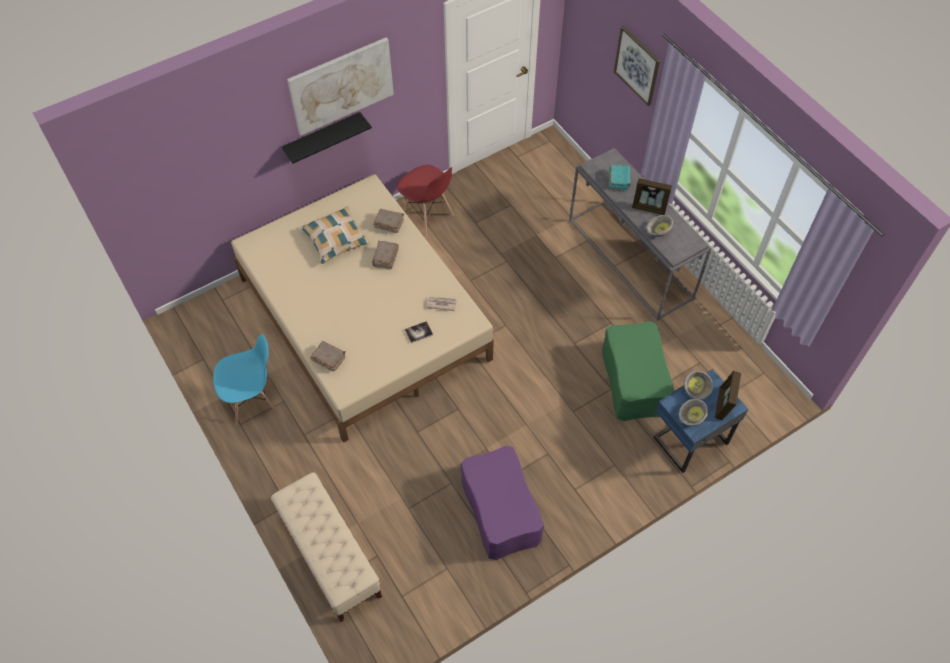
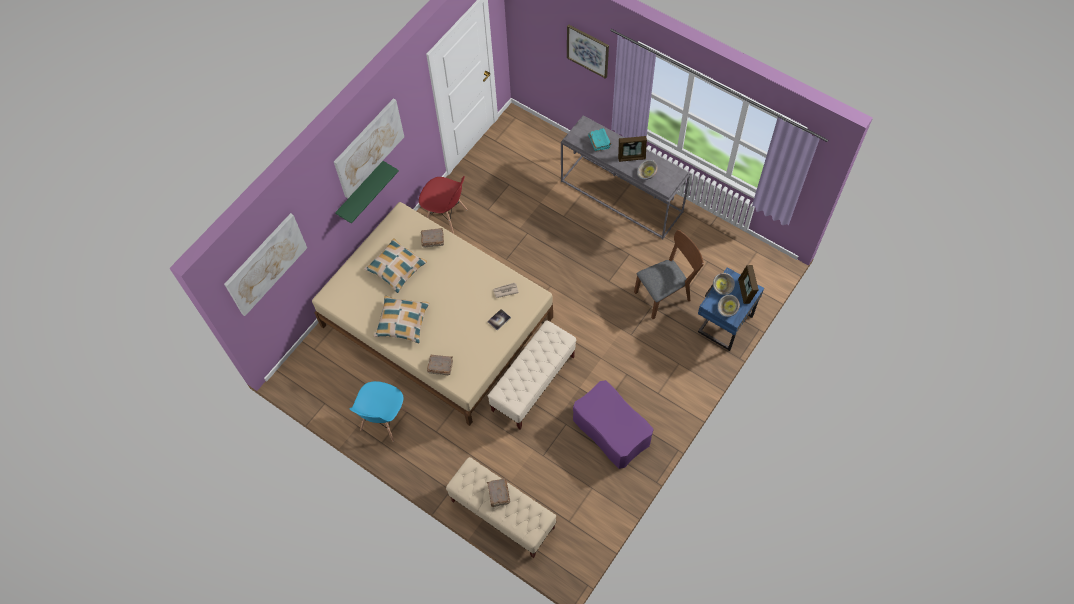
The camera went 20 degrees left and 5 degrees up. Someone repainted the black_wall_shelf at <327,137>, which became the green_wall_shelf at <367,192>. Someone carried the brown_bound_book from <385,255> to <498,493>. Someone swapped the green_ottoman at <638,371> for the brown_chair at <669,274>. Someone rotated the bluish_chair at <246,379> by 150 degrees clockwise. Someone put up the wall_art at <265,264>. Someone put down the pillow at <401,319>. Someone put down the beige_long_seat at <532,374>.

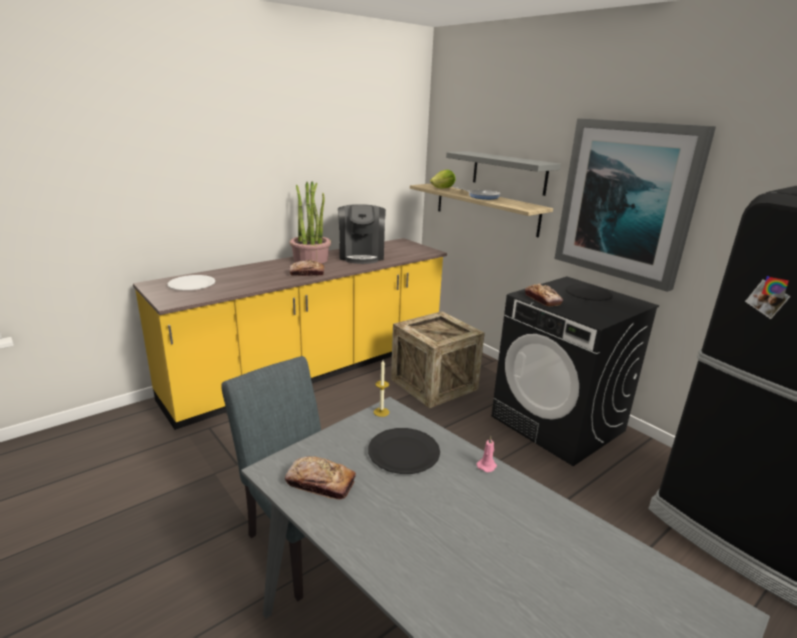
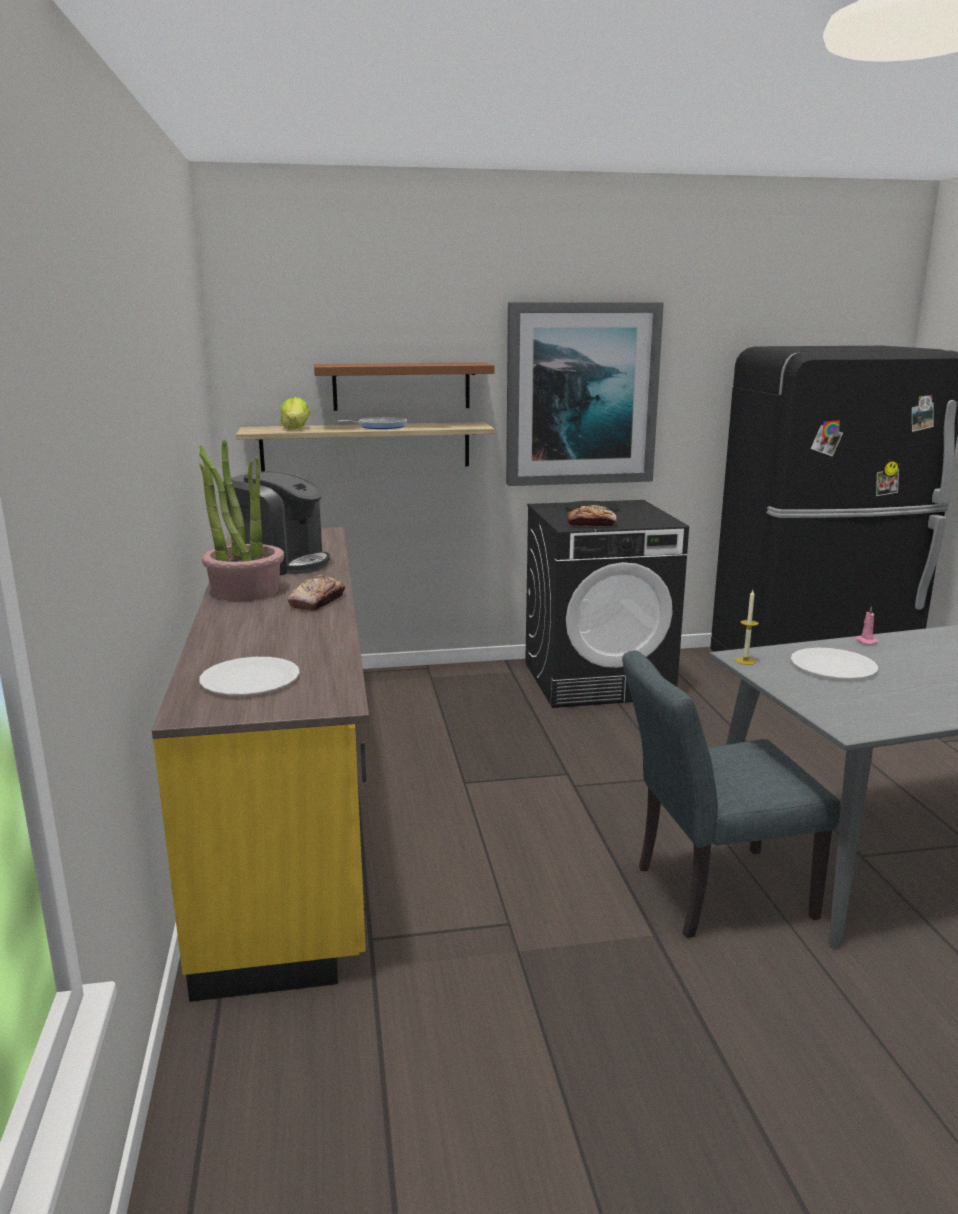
The camera went 60 degrees left and 5 degrees down. Someone repainted the grey_wall_shelf at <503,173>, which became the brown_wall_shelf at <404,386>. Someone took away the shipping_crate at <438,359>. Someone repainted the black_flat_dish at <404,451>, which became the white-coloured_flat_dish at <834,663>. Someone took away the bread at <320,478>.

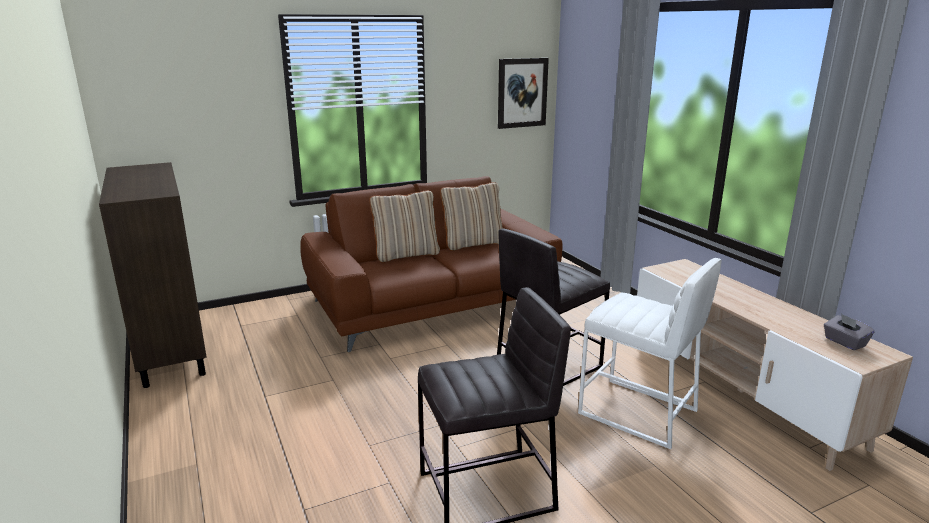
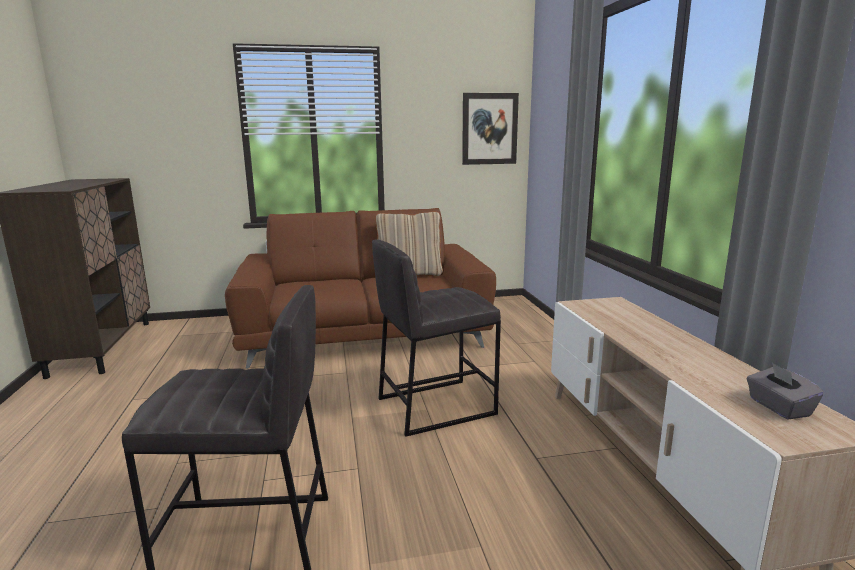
The camera went 15 degrees right and 5 degrees down. Someone took away the beige_pillow at <405,226>. Someone took away the white-coloured_sitting_stool at <650,353>.

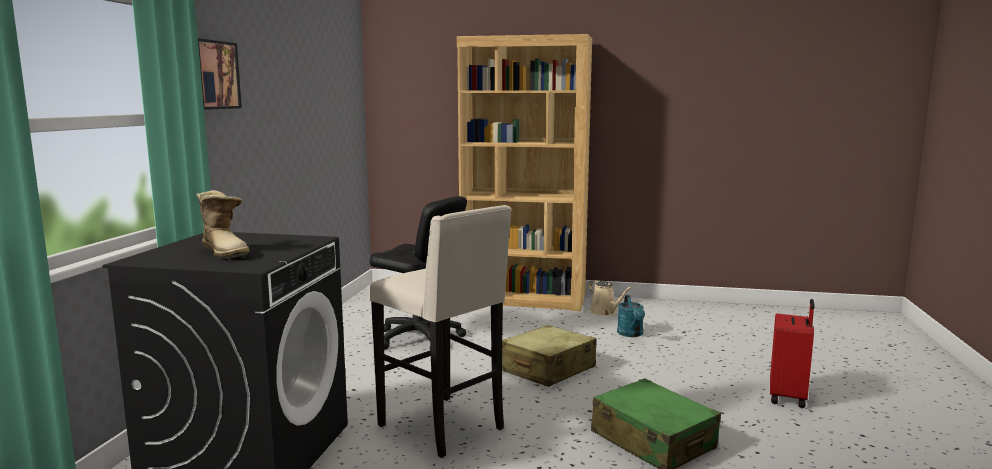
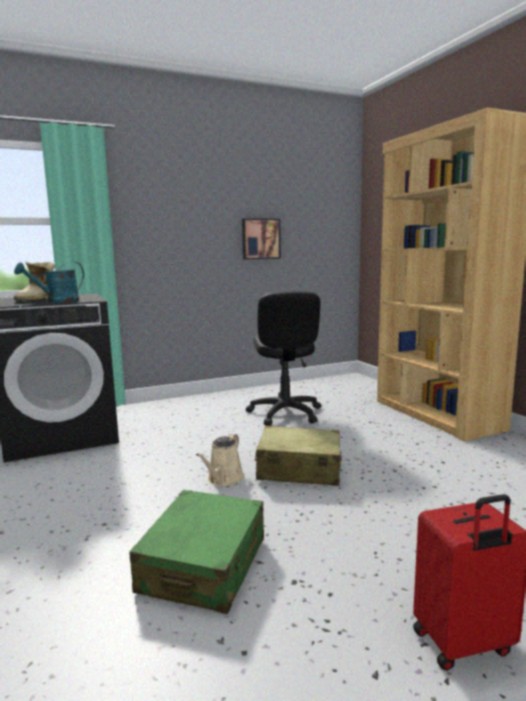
The camera went 55 degrees right and 0 degrees up. Someone carried the wall_art from <220,74> to <261,238>. Someone took away the beige_sitting_stool at <441,331>. Someone carried the beige_sprinkling_can from <610,298> to <220,460>. Someone carried the turquoise_sprinkling_can from <631,316> to <49,282>.

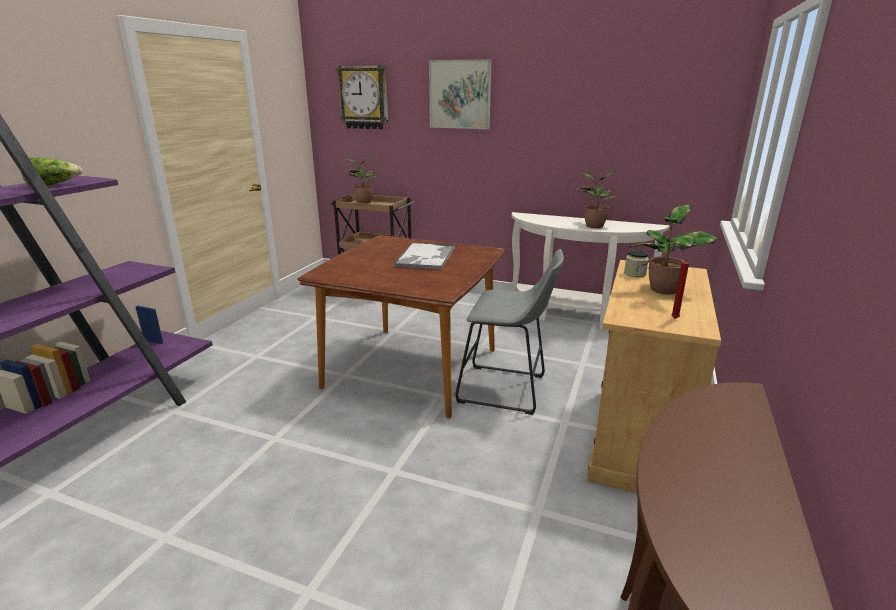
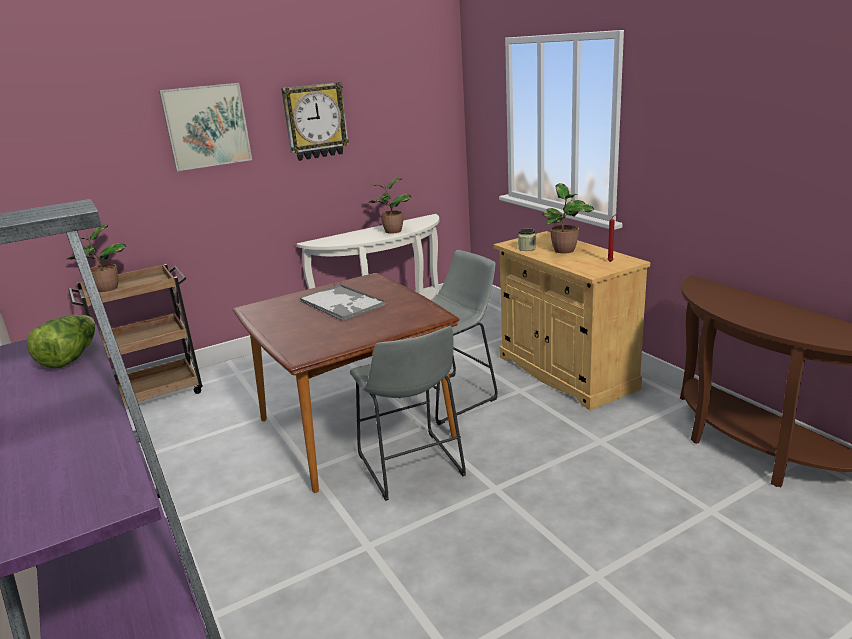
The camera went 50 degrees left and 0 degrees up. Someone carried the clock_on_the_wall from <362,97> to <315,121>. Someone put down the grey_sitting_stool at <408,413>.

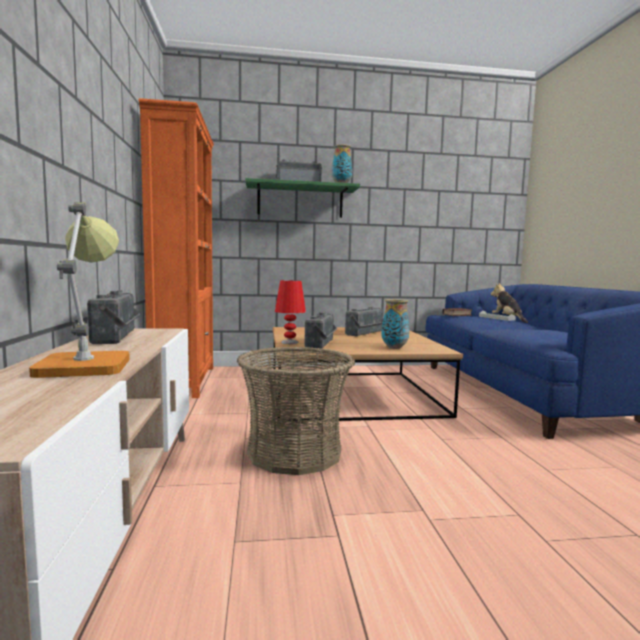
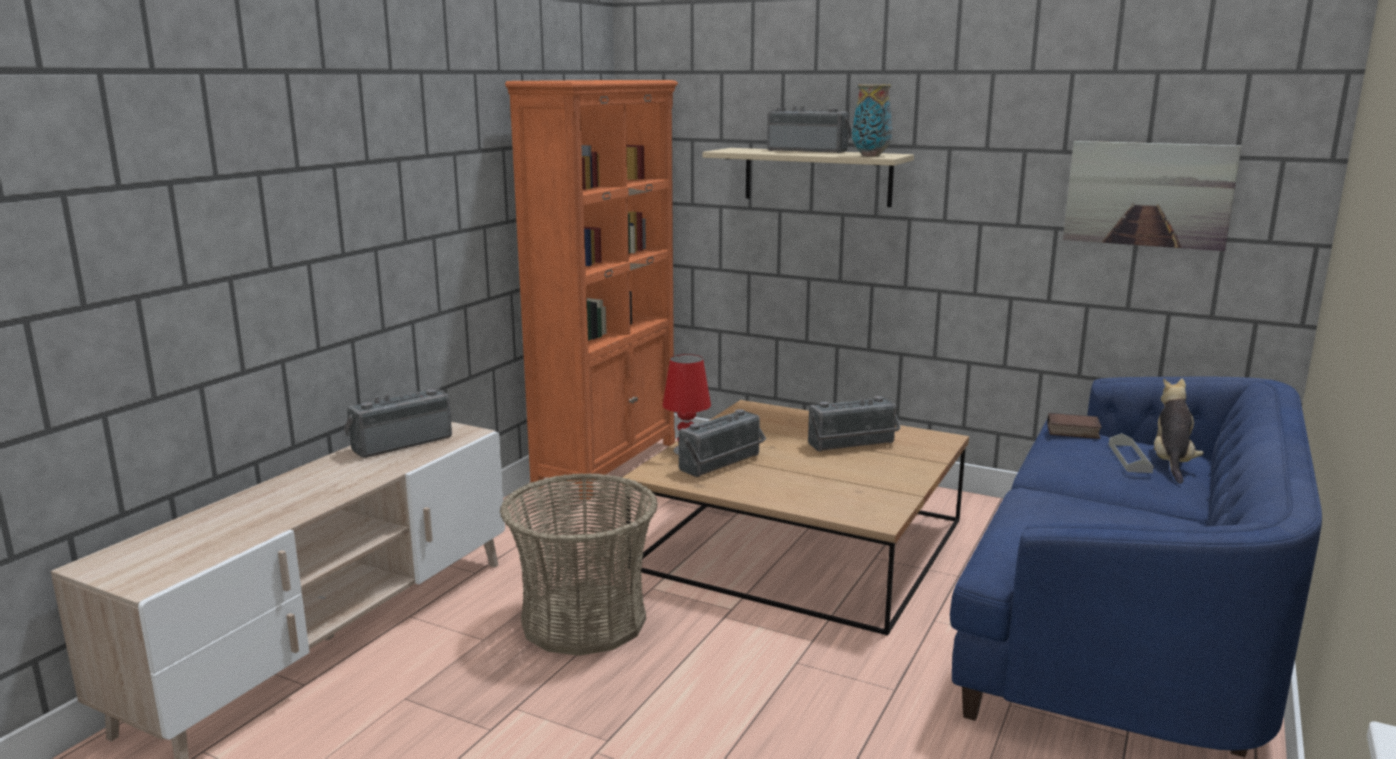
The camera went 35 degrees right and 10 degrees up. Someone repainted the green_wall_shelf at <302,198>, which became the beige_wall_shelf at <808,177>. Someone took away the table_lamp at <79,290>. Someone rotated the radio_receiver at <113,317> by 150 degrees counterclockwise. Someone took away the vase at <395,324>. Someone put up the wall_art at <1152,196>.

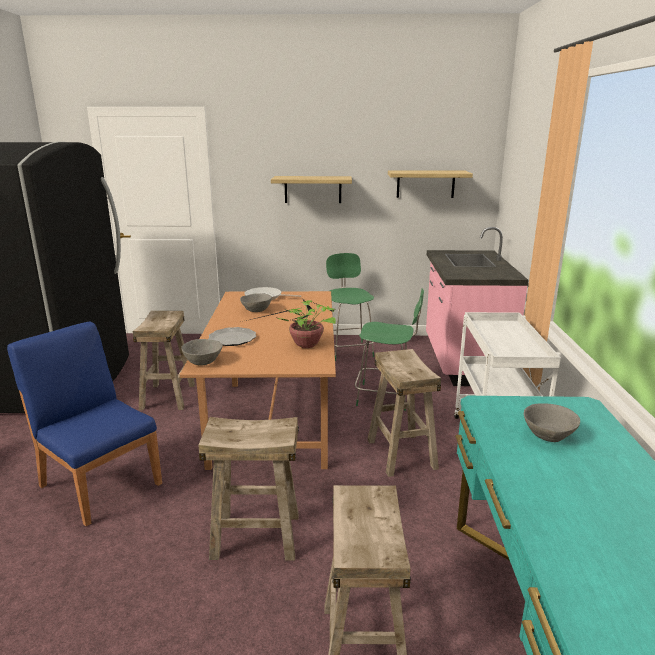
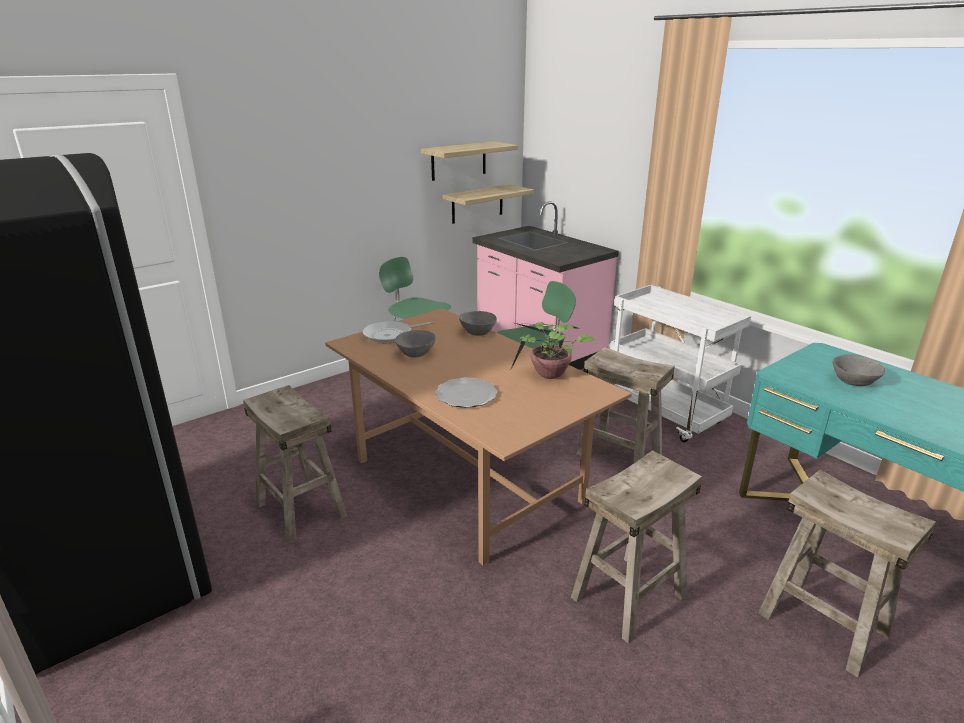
The camera went 40 degrees left and 5 degrees up. Someone carried the wall_shelf from <311,189> to <488,204>. Someone took away the bluish_chair at <84,424>. Someone carried the grey_serving_bowl from <202,352> to <478,323>.

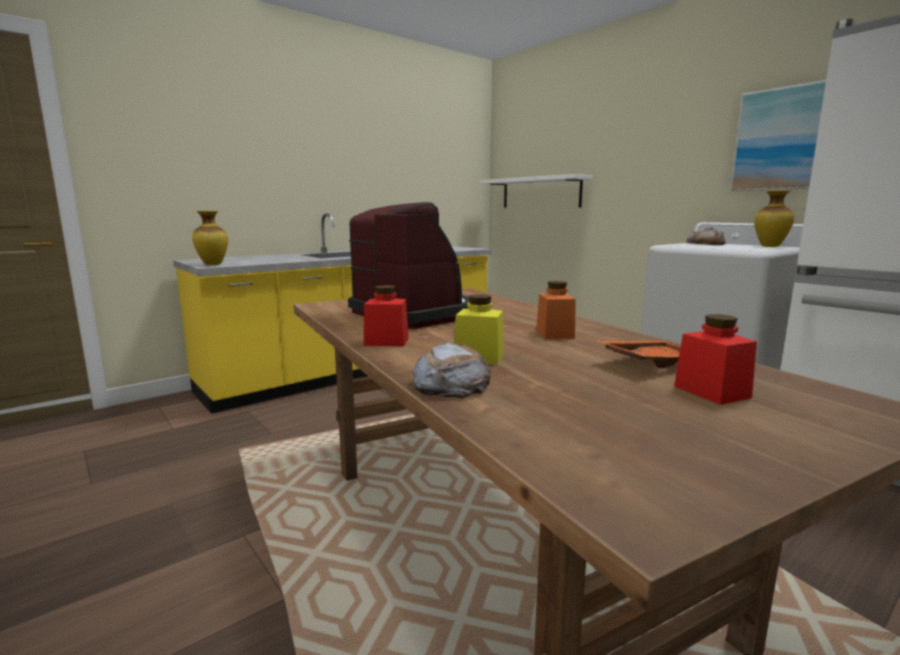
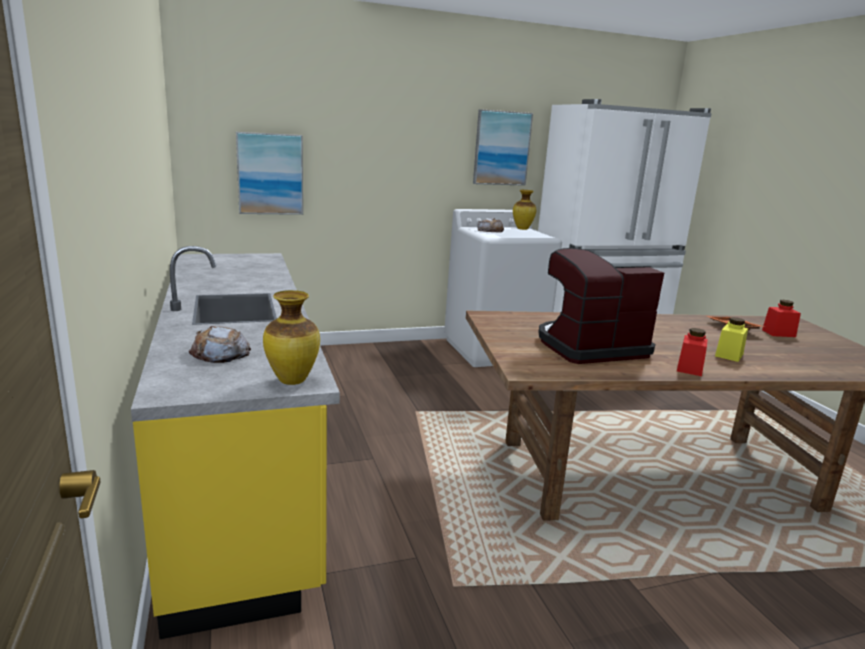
The camera went 70 degrees left and 5 degrees up. Someone swapped the white-coloured_wall_shelf at <536,191> for the wall_art at <269,173>. Someone took away the orangey_jar at <556,310>. Someone carried the bread from <451,370> to <220,344>.

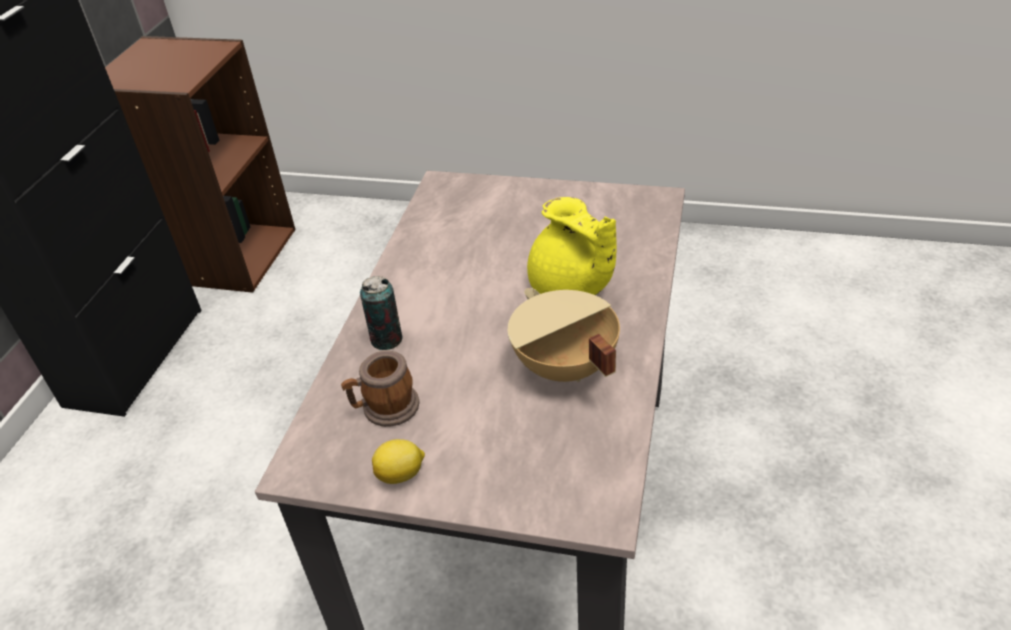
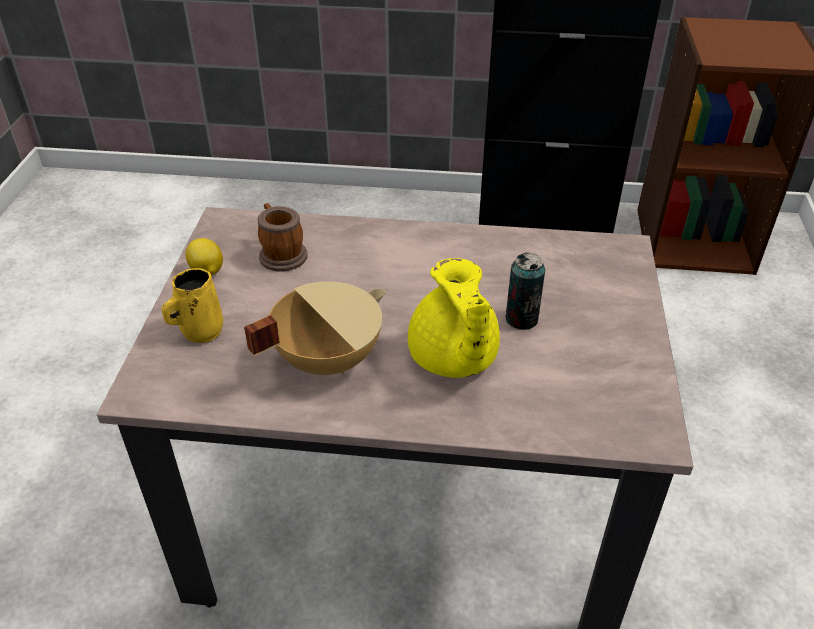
The camera went 80 degrees right and 0 degrees up. Someone rotated the yellow_pot_for_tea at <572,246> by 60 degrees counterclockwise. Someone carried the can from <381,313> to <525,291>. Someone put down the yellow_tea_mug at <192,305>.

